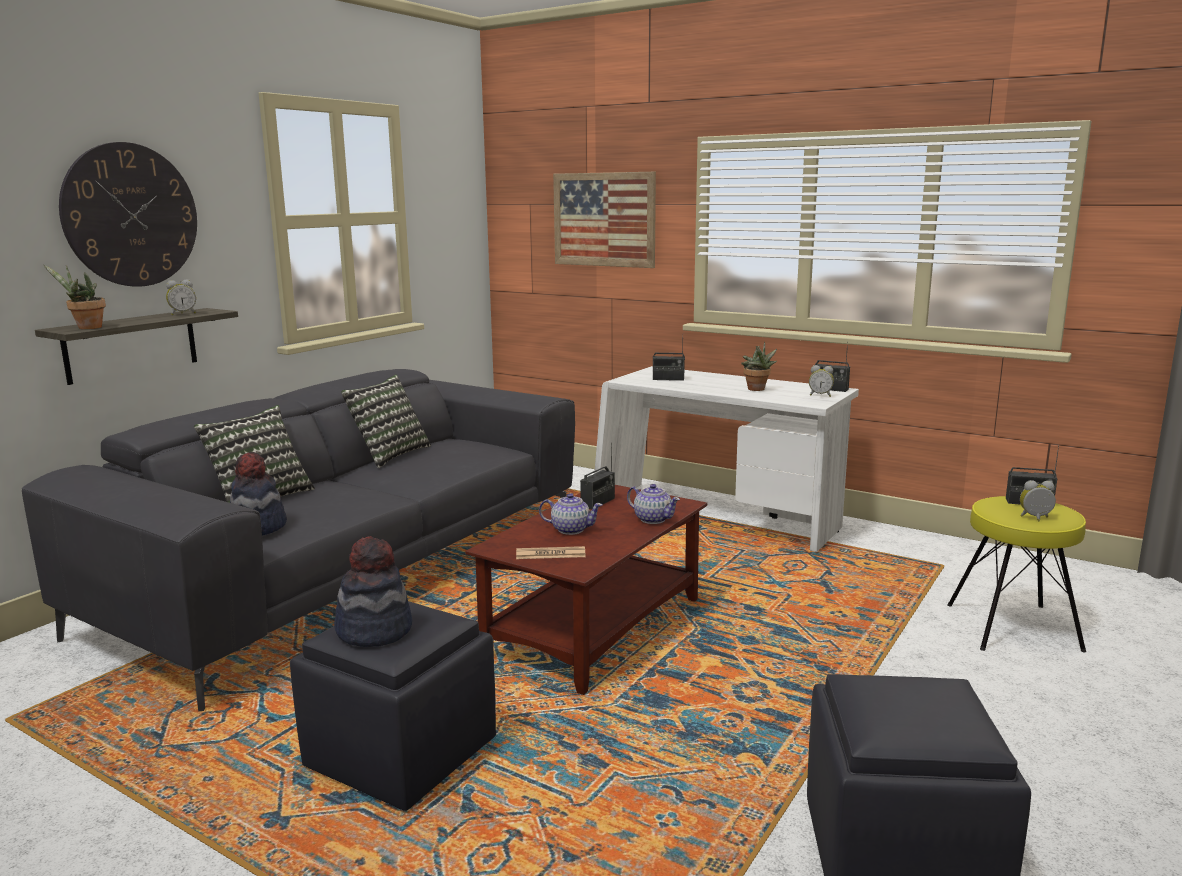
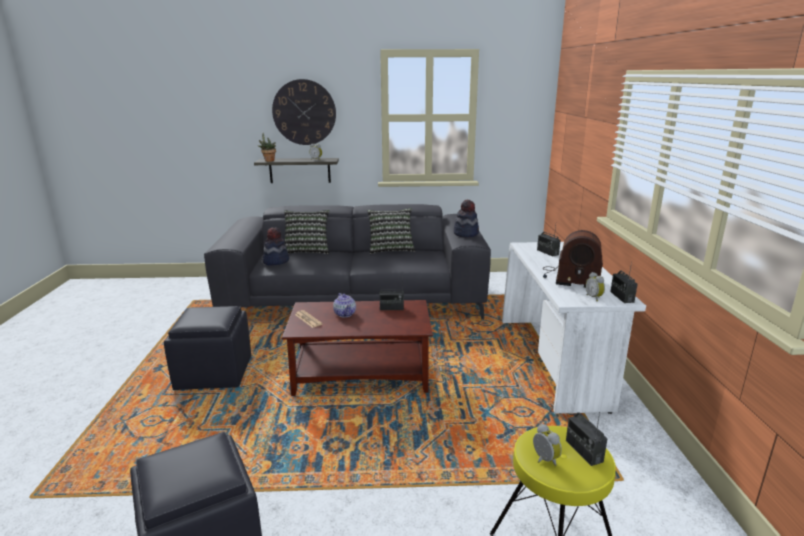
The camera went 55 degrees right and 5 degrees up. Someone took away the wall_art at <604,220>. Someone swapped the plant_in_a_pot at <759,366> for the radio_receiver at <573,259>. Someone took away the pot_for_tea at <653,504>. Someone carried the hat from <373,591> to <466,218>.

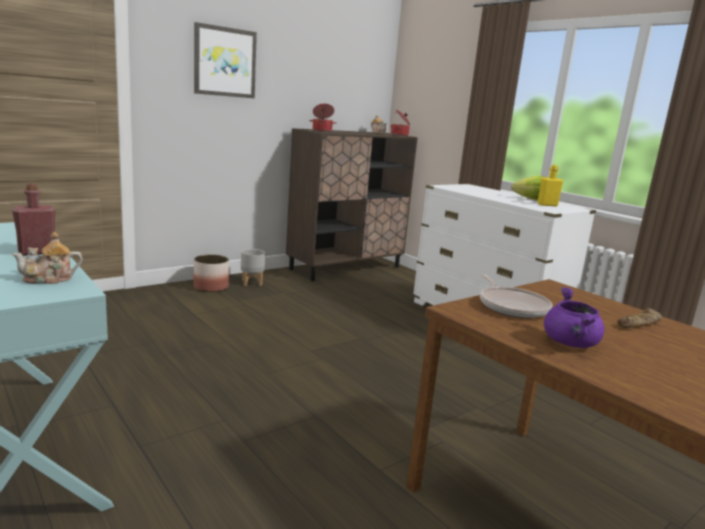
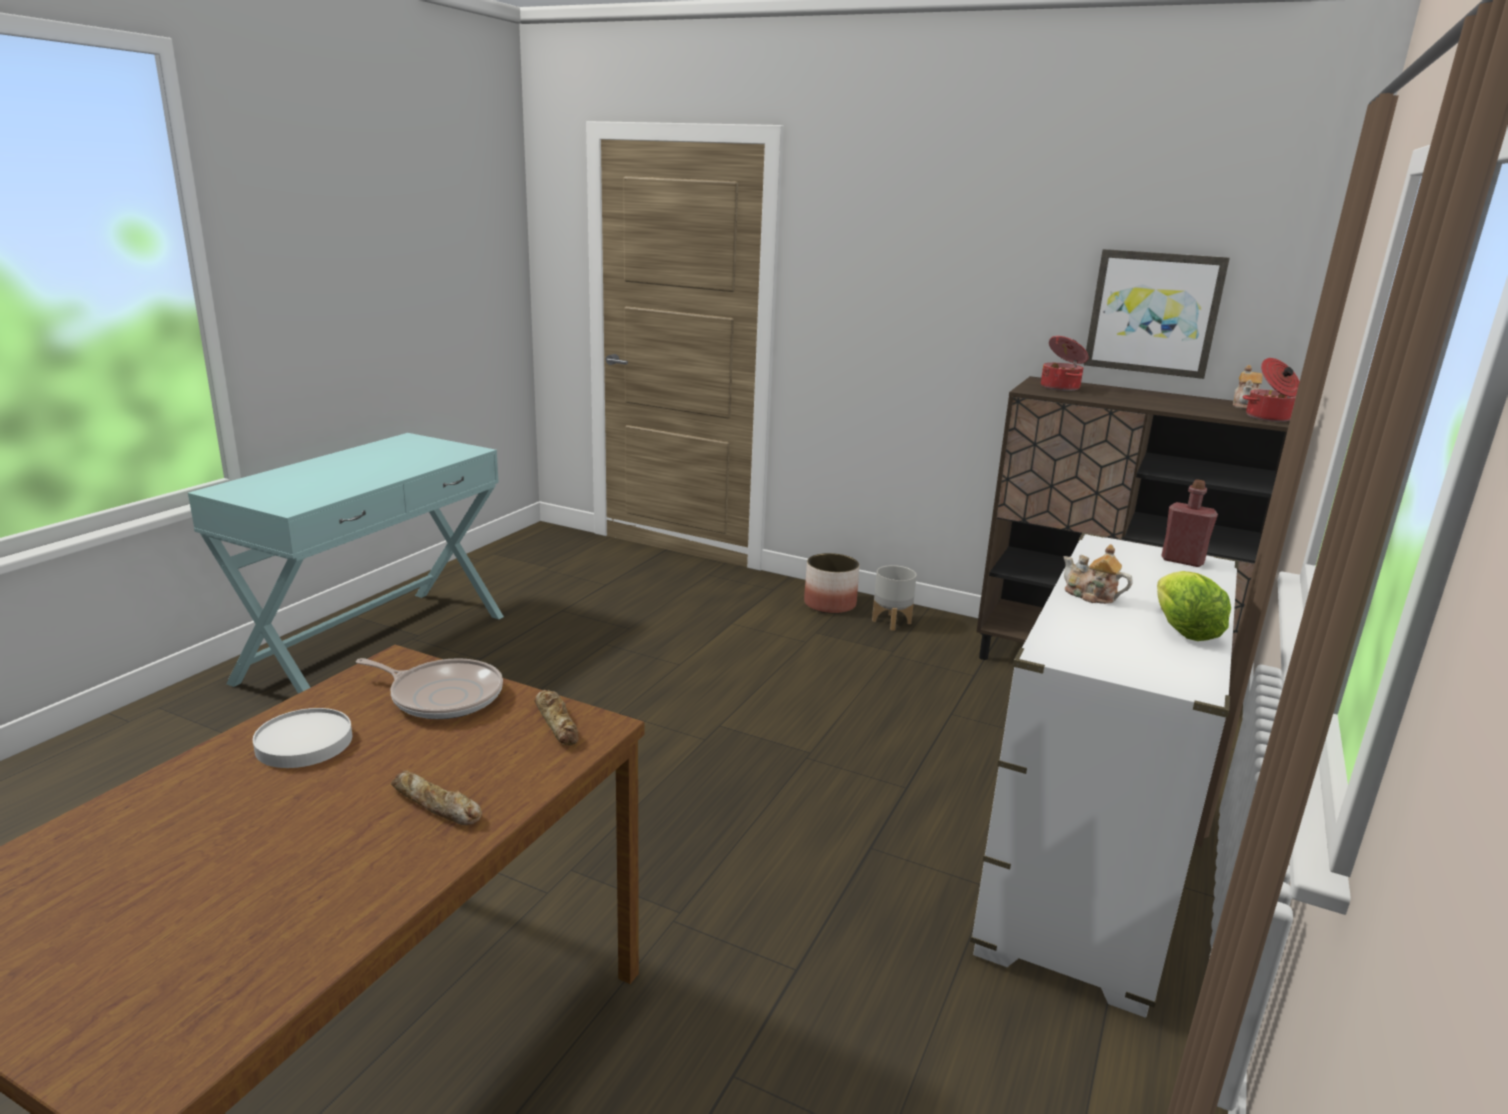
The camera went 65 degrees right and 5 degrees up. Someone carried the wall_art from <225,60> to <1157,314>. Someone took away the yellow_beverage_bottle at <550,185>. Someone carried the red_beverage_bottle from <33,219> to <1189,523>. Someone carried the pot_for_tea from <47,258> to <1098,574>. Someone rotated the pan at <516,296> by 120 degrees counterclockwise. Someone swapped the purple_cooking_pot at <574,317> for the white-coloured_flat_dish at <302,738>. Someone put down the bread at <556,717>.

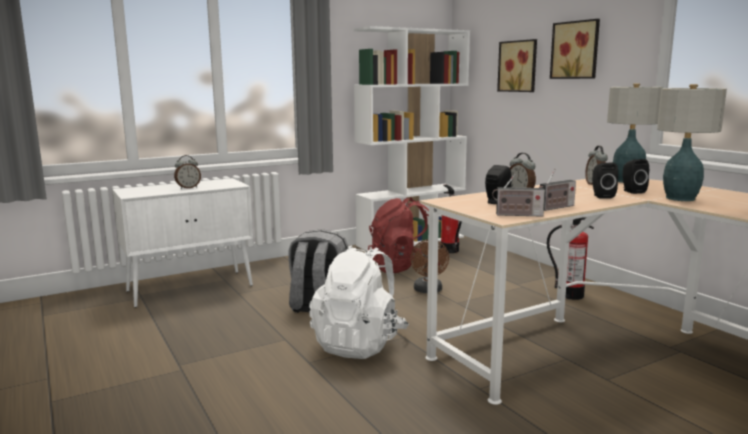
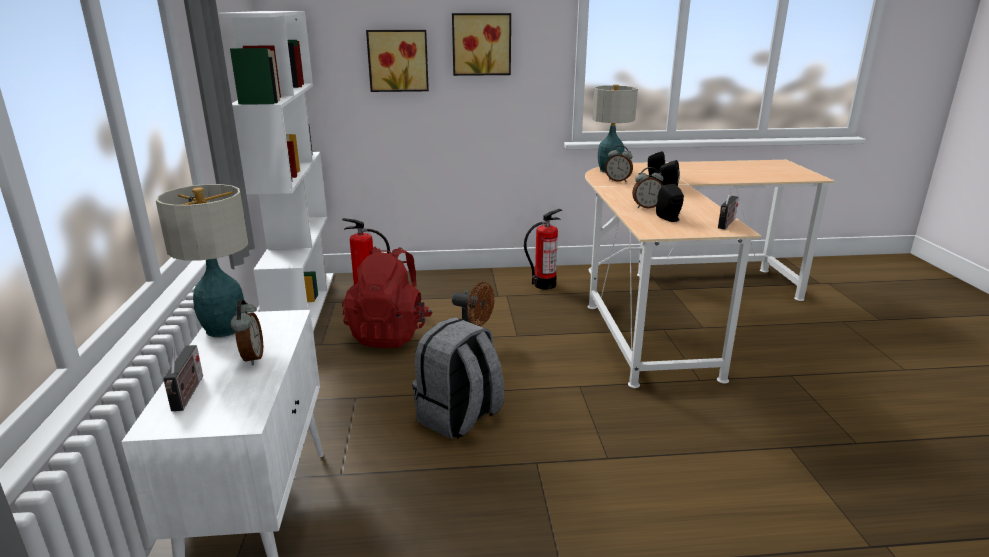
The camera went 65 degrees left and 10 degrees up. Someone carried the table_lamp from <692,142> to <202,260>. Someone carried the radio_receiver from <557,190> to <183,378>. Someone took away the white-coloured_backpack at <359,302>.

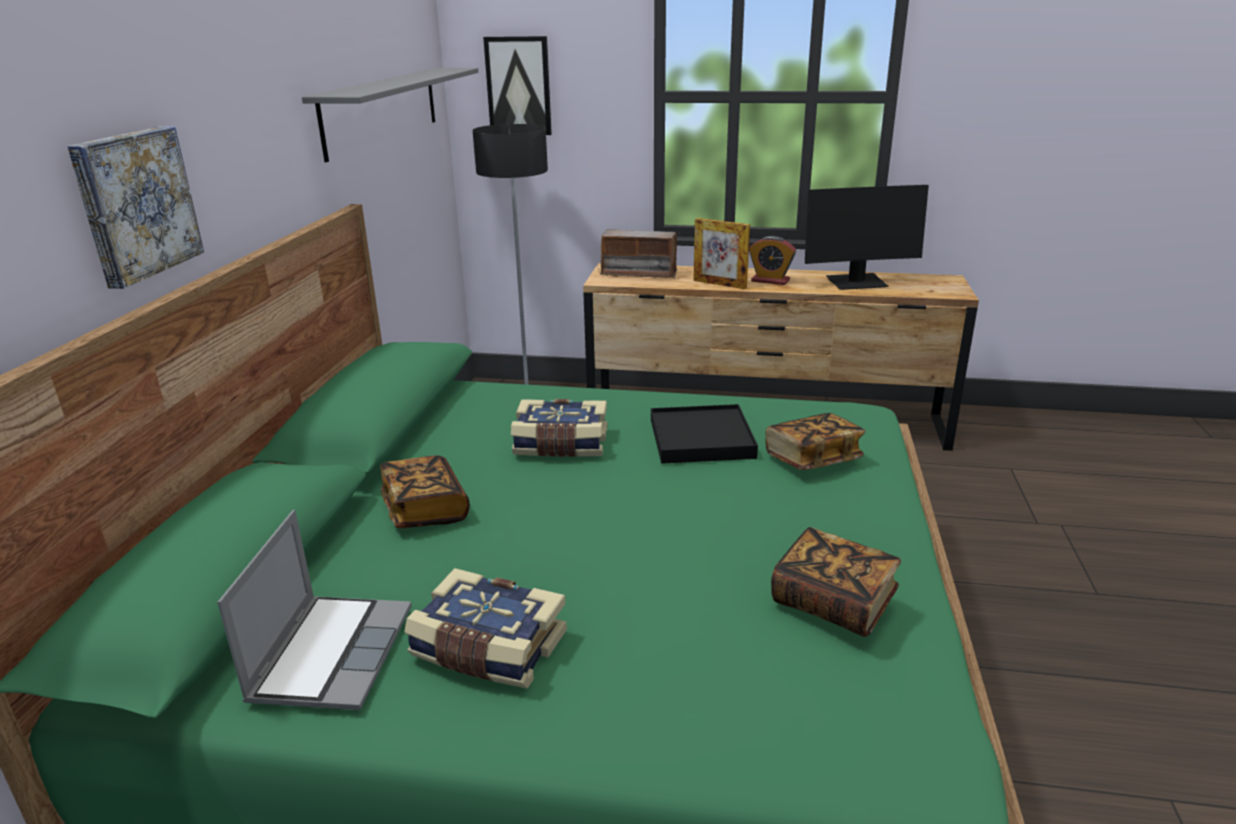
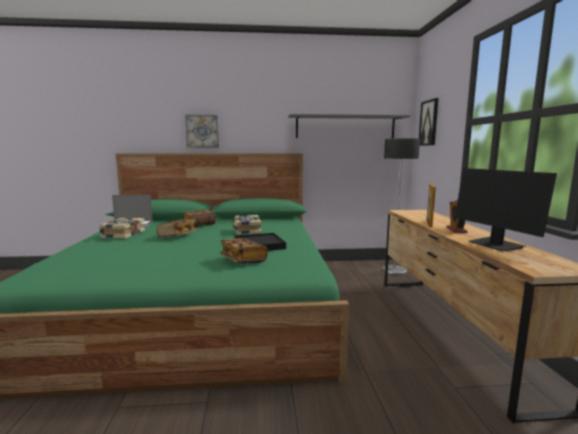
The camera went 75 degrees right and 15 degrees down. Someone took away the radio_receiver at <637,253>. Someone carried the bound_book from <836,582> to <176,228>.

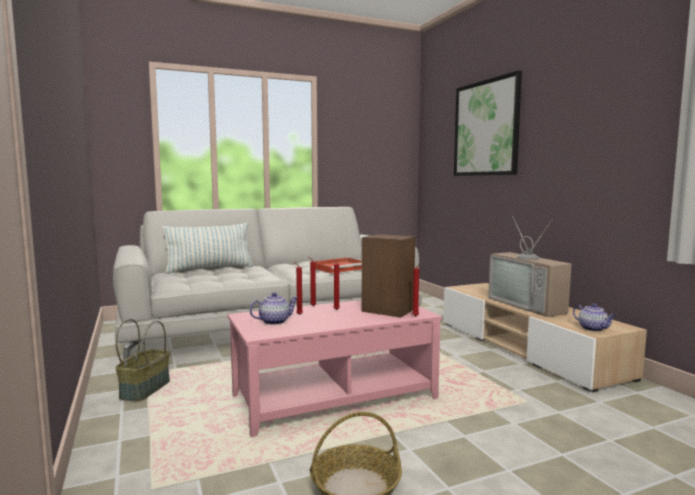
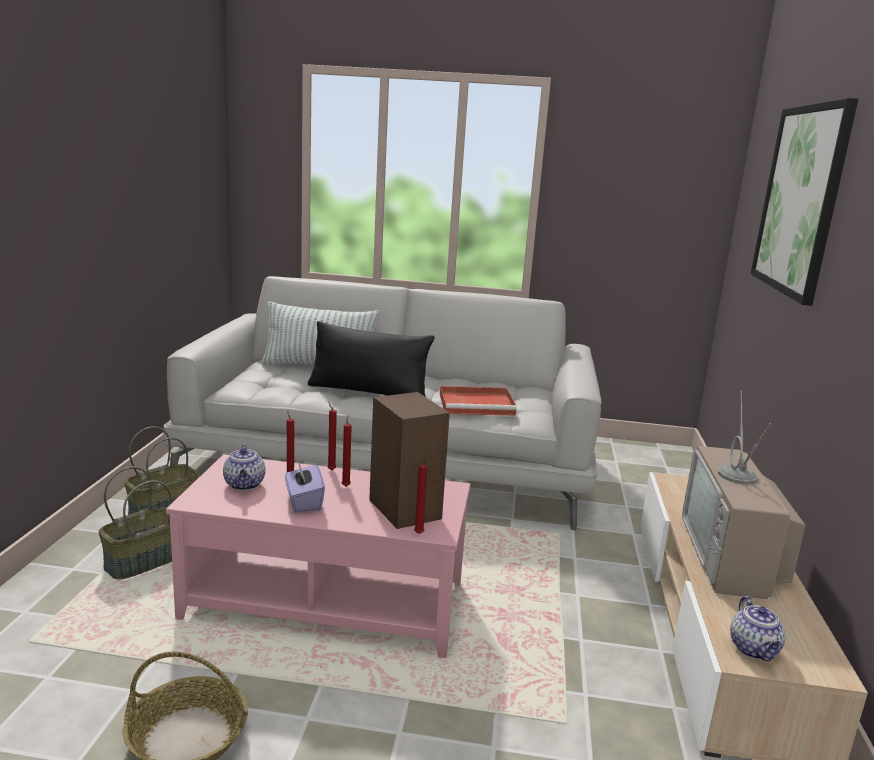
The camera went 30 degrees right and 10 degrees up. Someone rotated the pot_for_tea at <273,308> by 75 degrees clockwise. Someone put down the black_pillow at <371,358>. Someone put down the purple_box_of_tissues at <305,487>. Someone put down the basket at <135,523>.

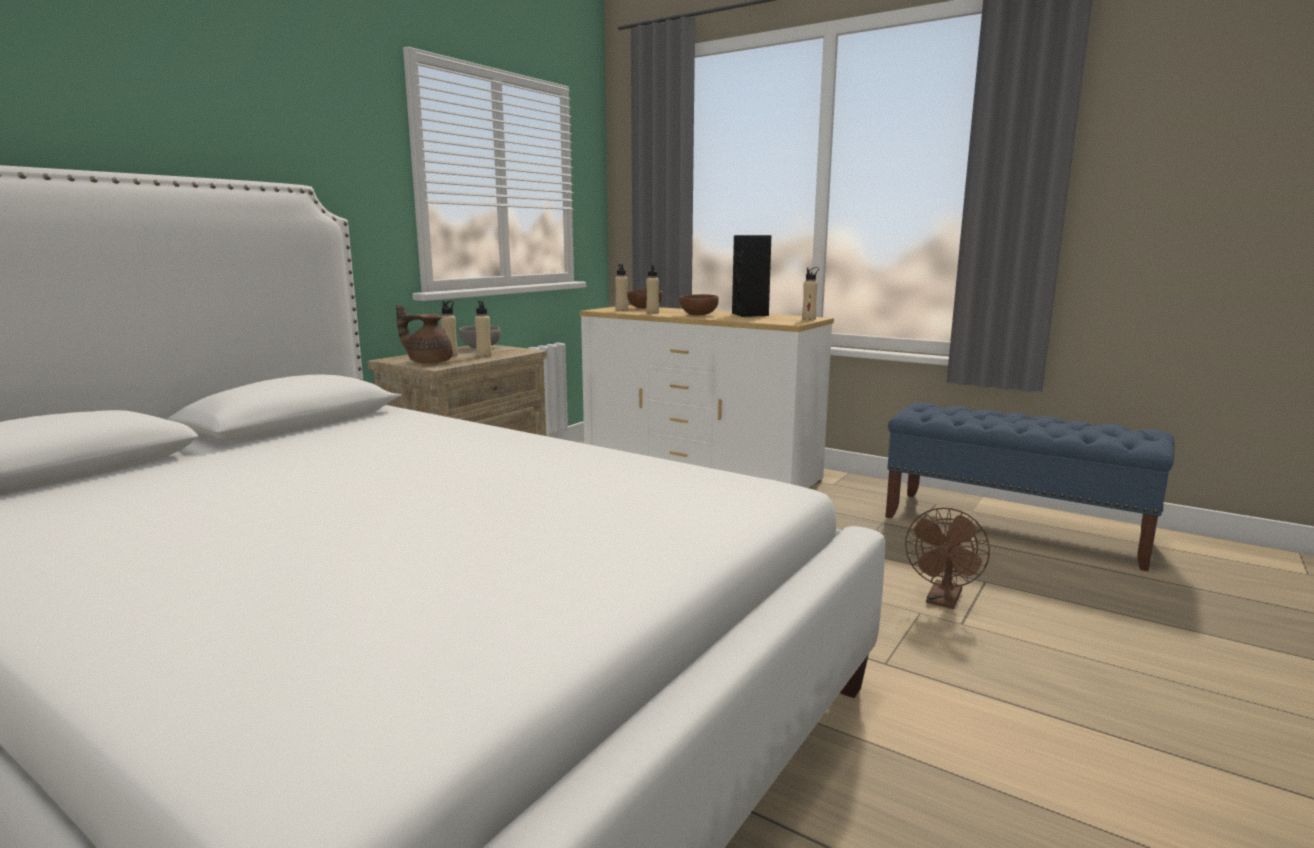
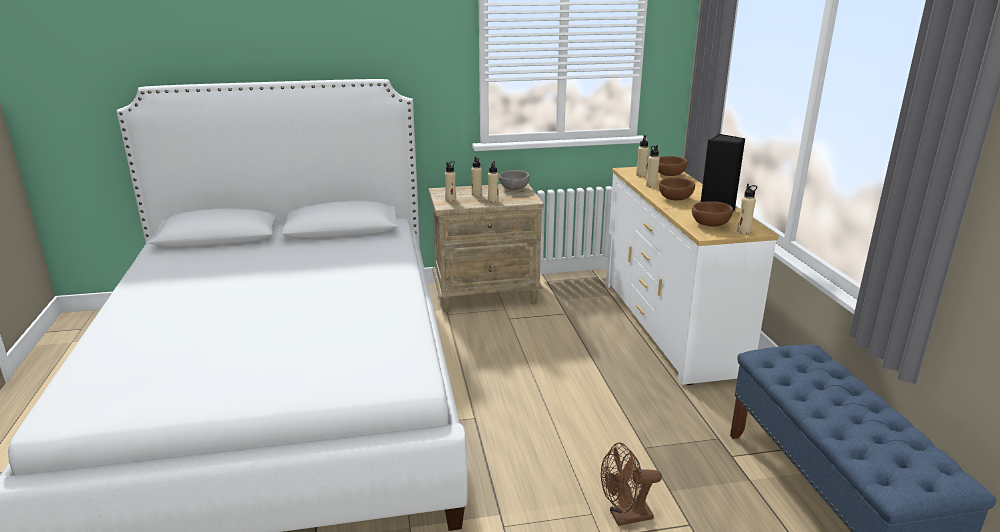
The camera went 45 degrees right and 10 degrees up. Someone swapped the brown_pot_for_tea at <424,334> for the beige_beverage_bottle at <450,181>. Someone put down the brown_serving_bowl at <712,214>.

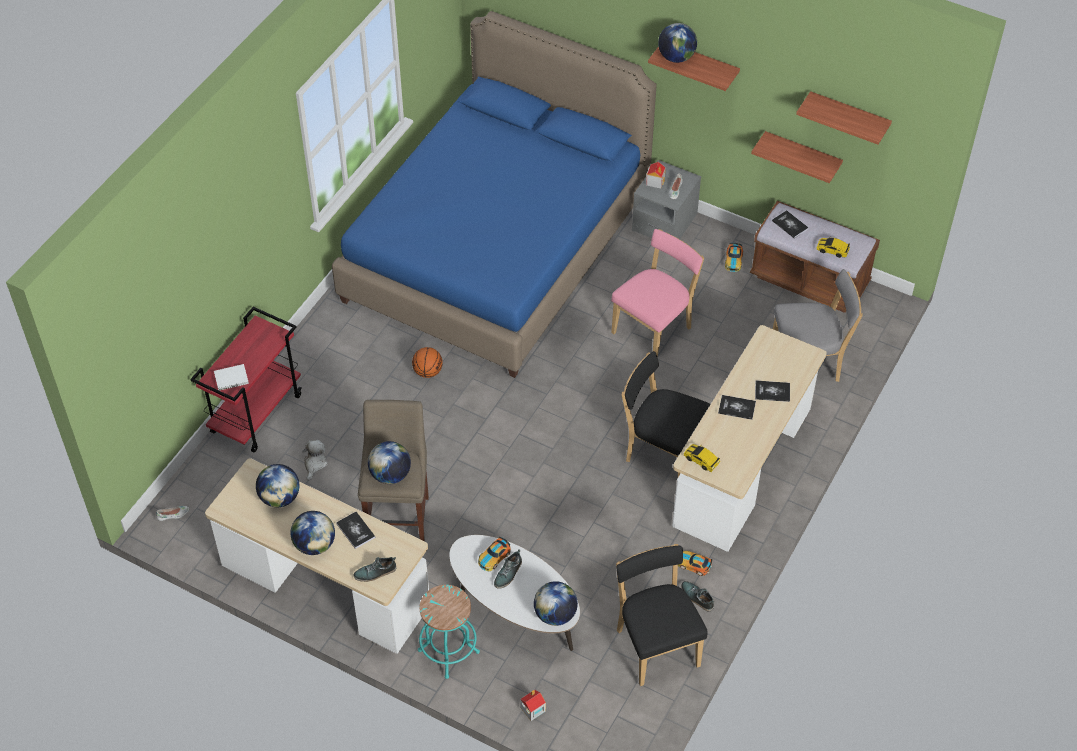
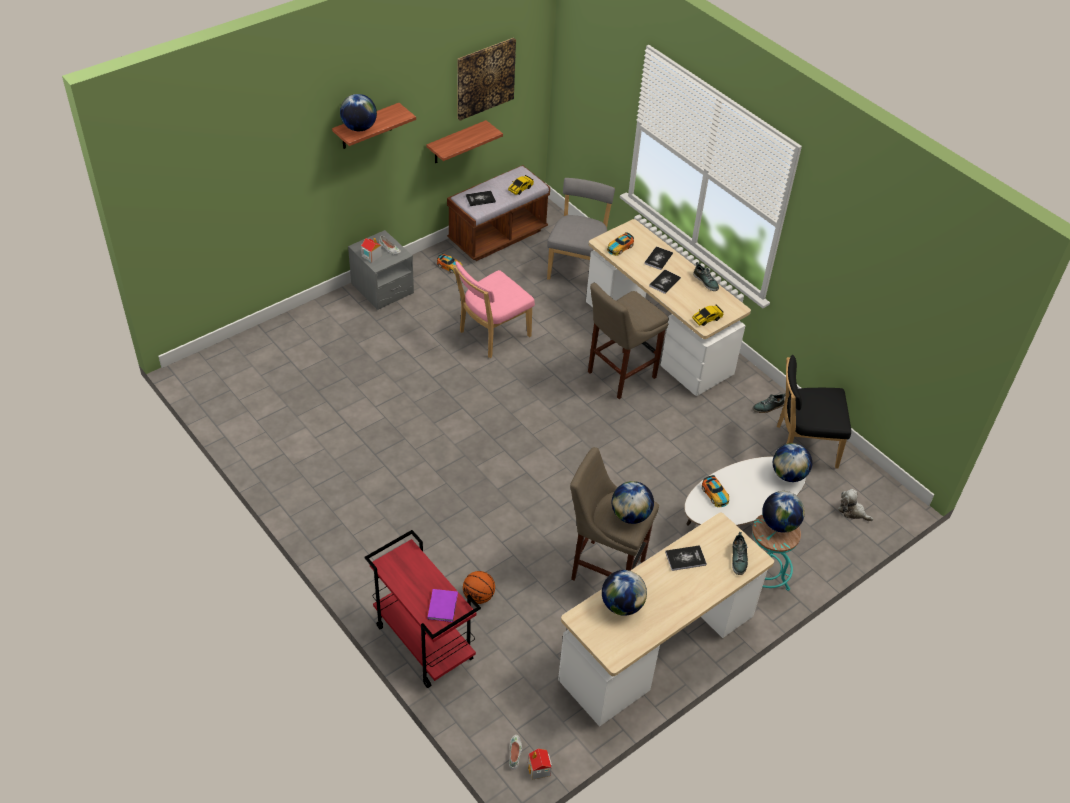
The camera went 70 degrees left and 5 degrees down. Someone took away the bluish_sleeping_bed at <494,194>. Someone swapped the wall_shelf at <844,118> for the wall_art at <486,79>. Someone rotated the pinkish_chair at <657,293> by 105 degrees counterclockwise. Someone carried the basketball from <427,362> to <479,587>. Someone swapped the black_chair at <666,414> for the beige_sitting_stool at <628,341>. Someone repainted the white-coloured_bound_book at <231,377>, which became the purple_bound_book at <442,605>. Someone carried the soft_toy from <315,460> to <855,505>. Someone carried the globe from <312,533> to <783,512>. Someone carried the low_shoe from <508,569> to <706,276>. Someone carried the model_car from <695,563> to <620,244>. Someone carried the miniature_house from <533,705> to <540,764>.

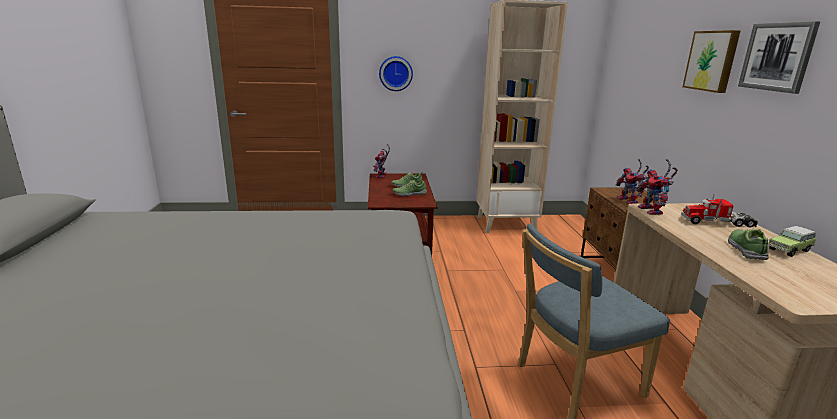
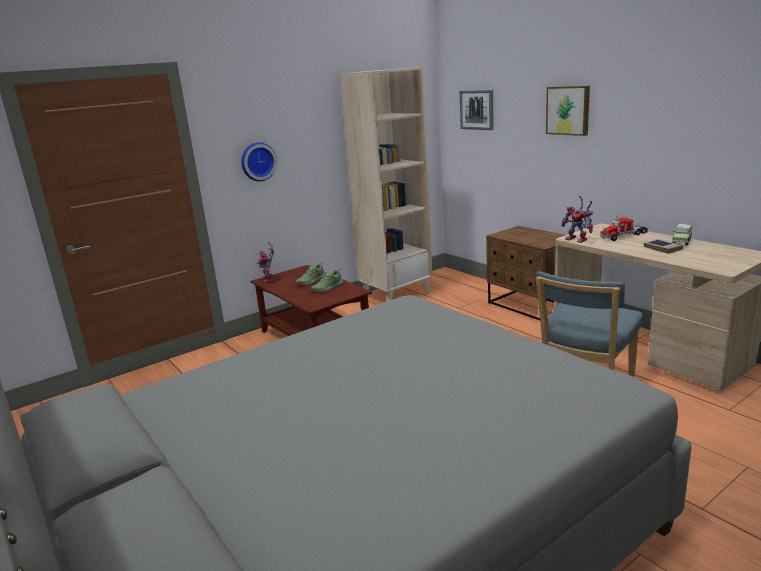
The camera went 30 degrees left and 0 degrees up. Someone carried the wall_art from <779,57> to <477,110>. Someone took away the toy_robot at <632,181>. Someone swapped the low_shoe at <748,244> for the bound_book at <663,246>.

